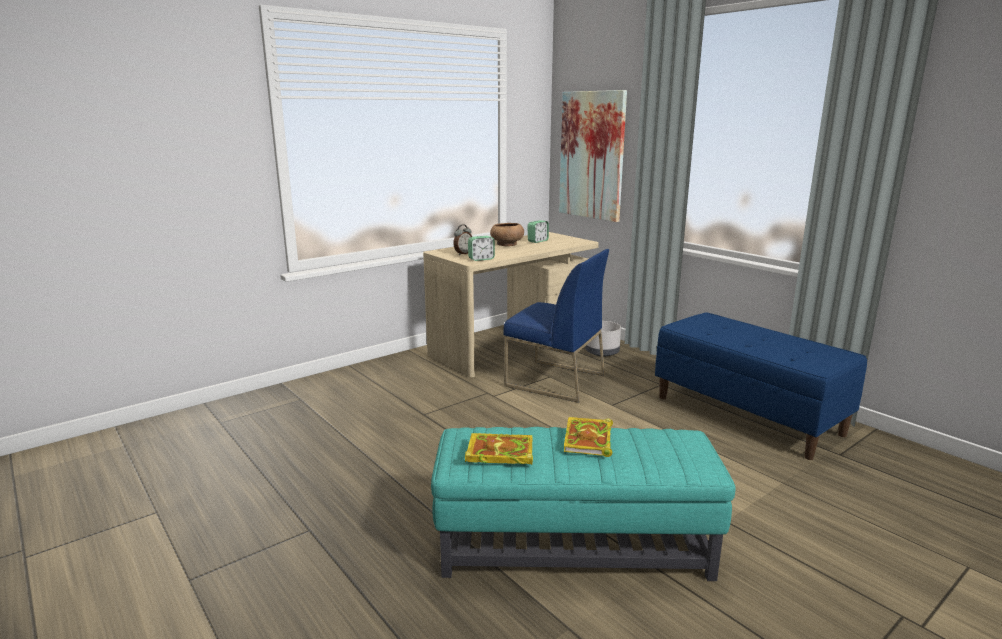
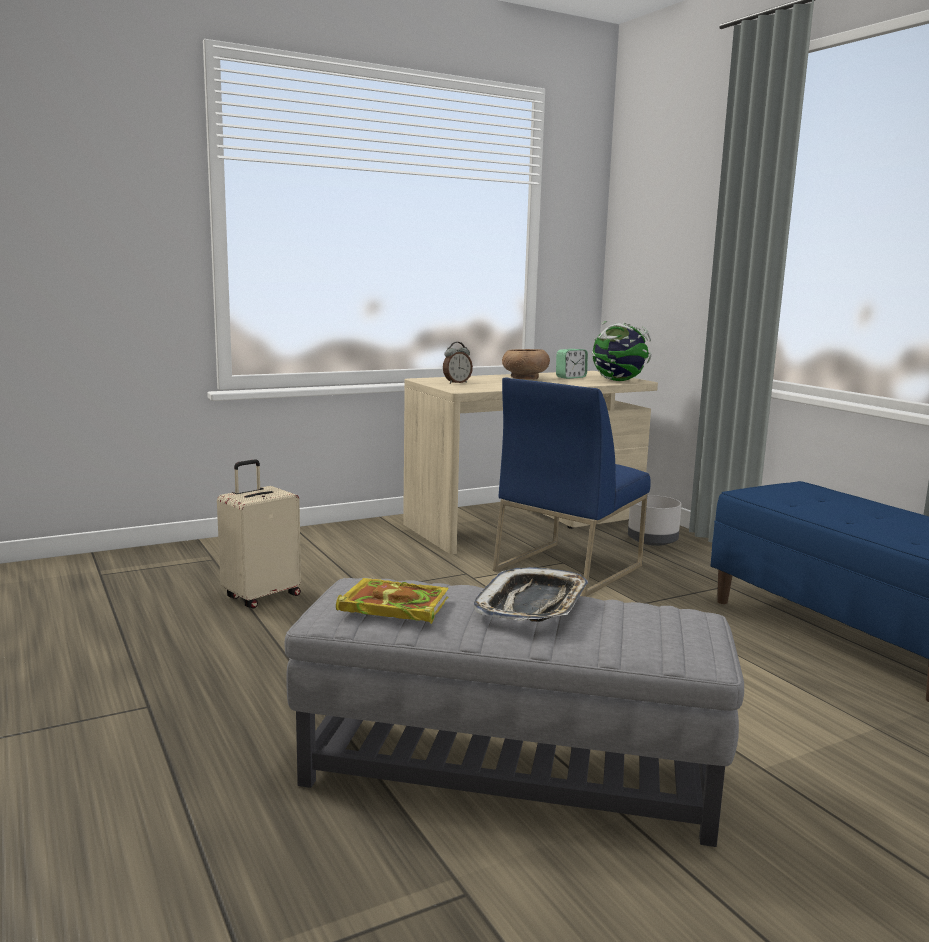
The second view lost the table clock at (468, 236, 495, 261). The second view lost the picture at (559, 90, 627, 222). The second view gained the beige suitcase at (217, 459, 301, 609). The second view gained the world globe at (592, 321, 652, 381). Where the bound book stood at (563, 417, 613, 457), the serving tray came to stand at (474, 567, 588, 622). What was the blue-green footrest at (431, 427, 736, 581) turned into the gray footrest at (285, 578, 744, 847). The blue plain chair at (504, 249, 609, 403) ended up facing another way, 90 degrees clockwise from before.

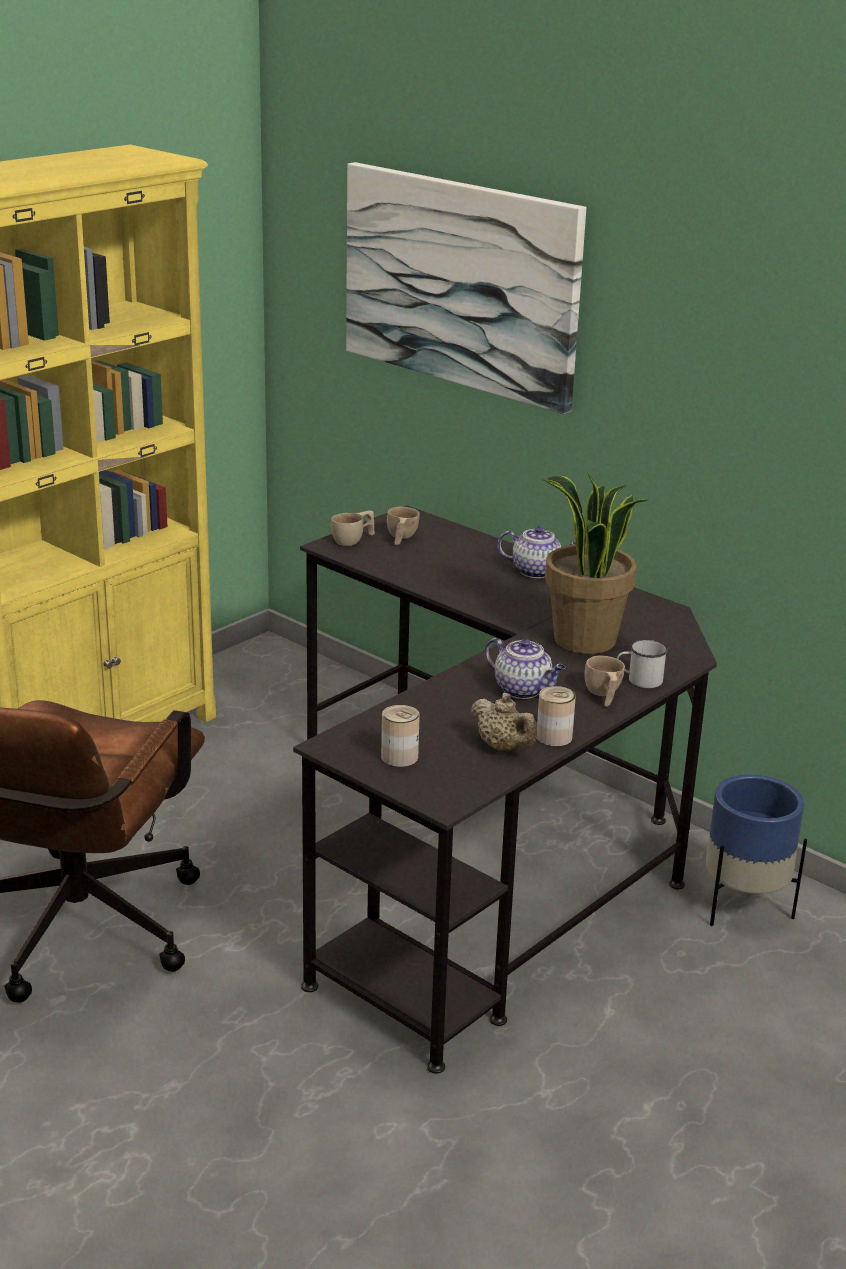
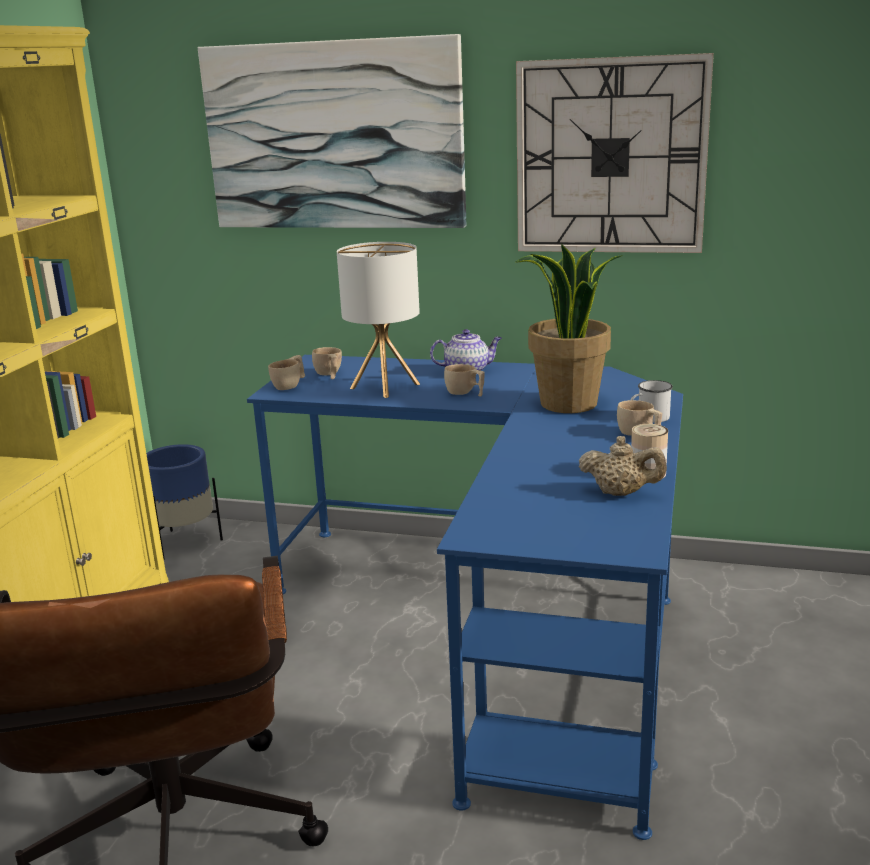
The second view lost the metal can at (381, 705, 420, 767). The second view lost the tea pot at (485, 638, 565, 699). The second view gained the table lamp at (337, 242, 420, 398). The second view gained the beige drinking cup at (444, 364, 485, 397). The second view gained the hanging clock at (516, 53, 714, 253). The blue flower pot ended up elsewhere, having gone from (706, 775, 807, 926) to (146, 444, 223, 559). What was the black-coloured desk at (293, 505, 717, 1074) turned into the blue desk at (247, 355, 683, 840).

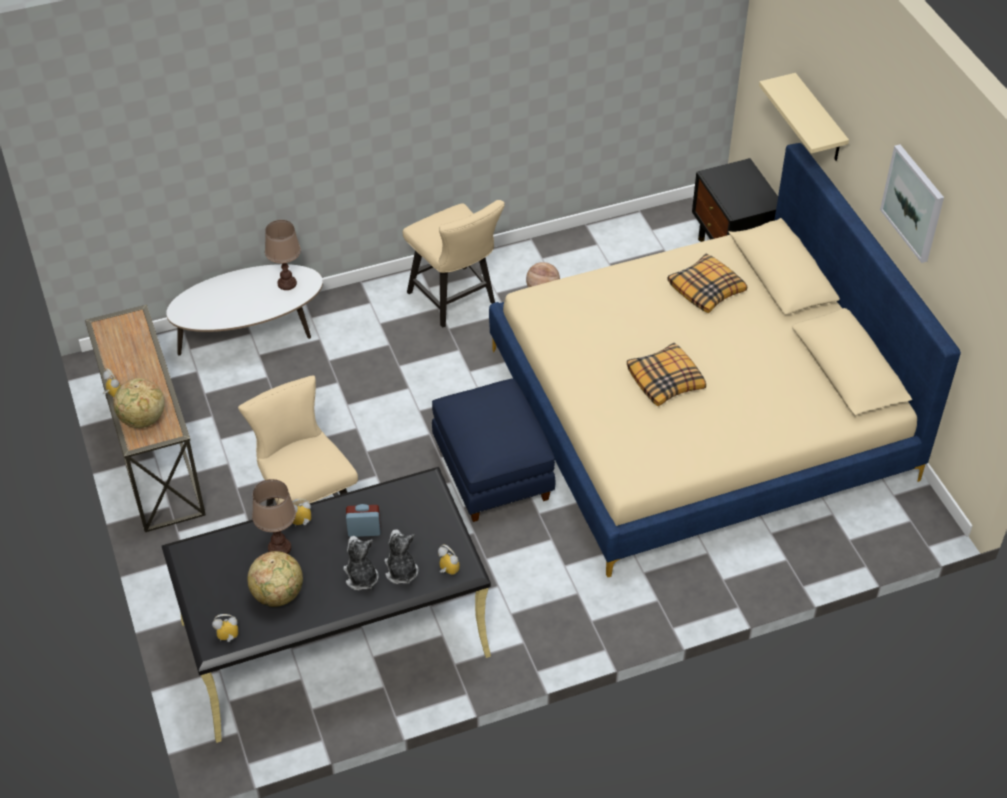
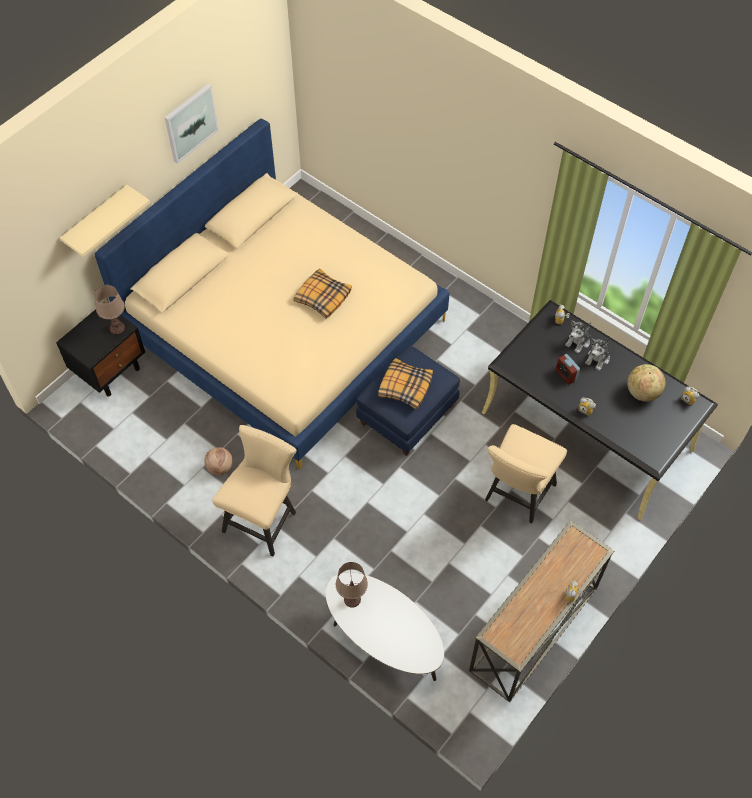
The second view lost the world globe at (113, 378, 165, 428). The brownish table lamp ended up elsewhere, having gone from (252, 479, 296, 554) to (94, 285, 125, 335). The cushion ended up elsewhere, having gone from (668, 254, 747, 313) to (378, 358, 433, 410).

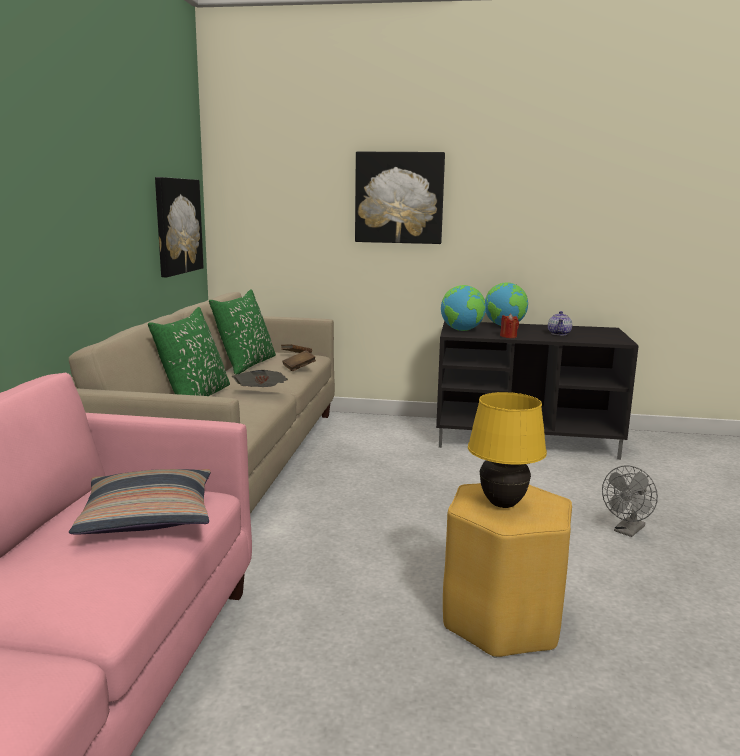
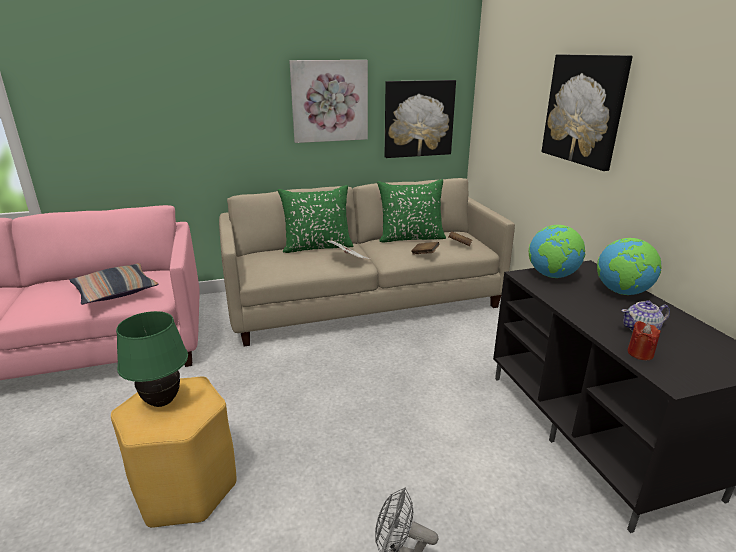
The second view gained the picture at (289, 60, 368, 143). The red wax light ended up elsewhere, having gone from (500, 314, 519, 338) to (627, 321, 661, 360). What was the yellowish table lamp at (468, 392, 547, 508) turned into the green-coloured table lamp at (116, 311, 188, 407).

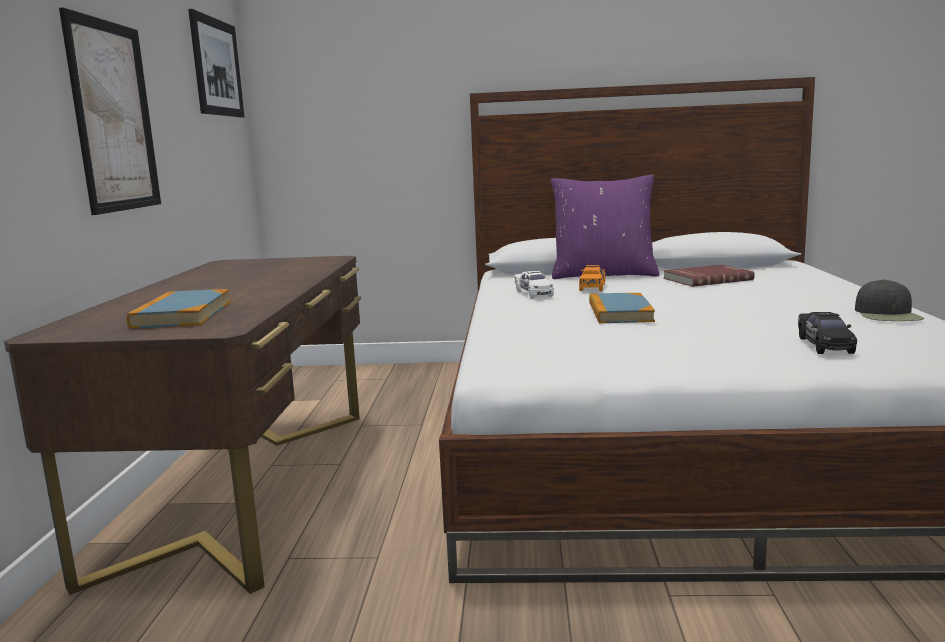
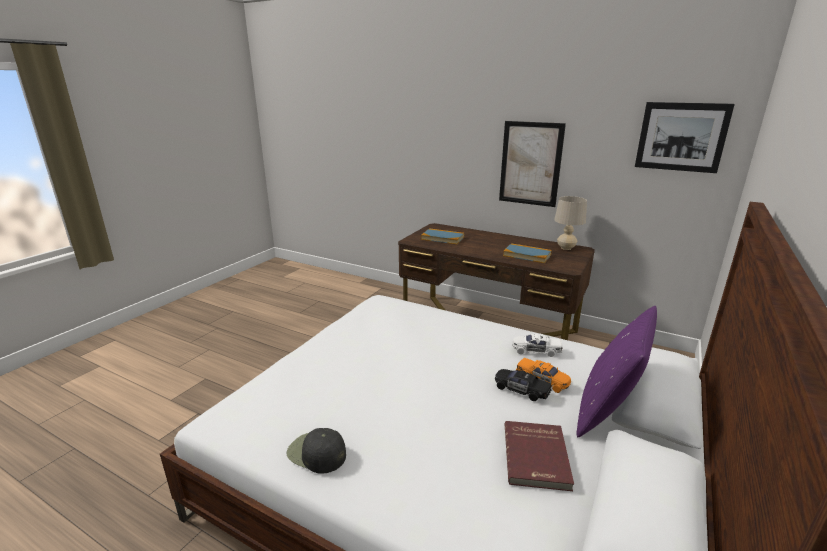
The second view gained the beige table lamp at (554, 196, 587, 250). The bound book ended up elsewhere, having gone from (589, 293, 655, 323) to (503, 243, 552, 263). The black-coloured toy car ended up elsewhere, having gone from (798, 312, 857, 354) to (495, 369, 551, 401).

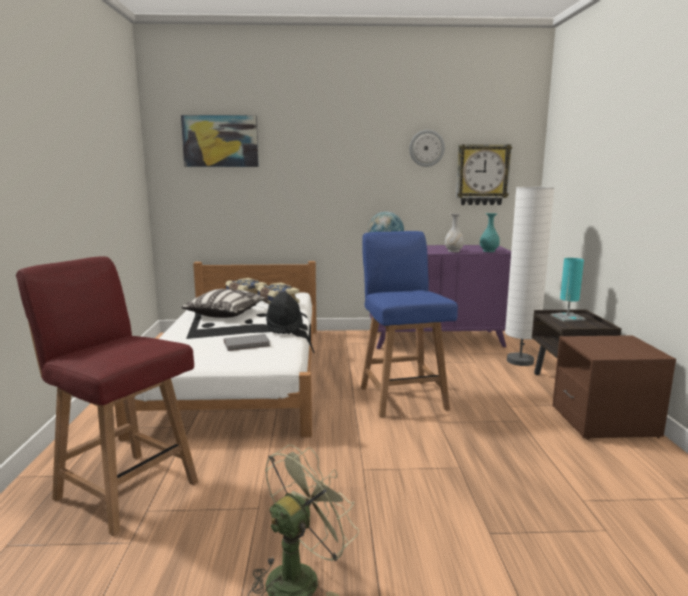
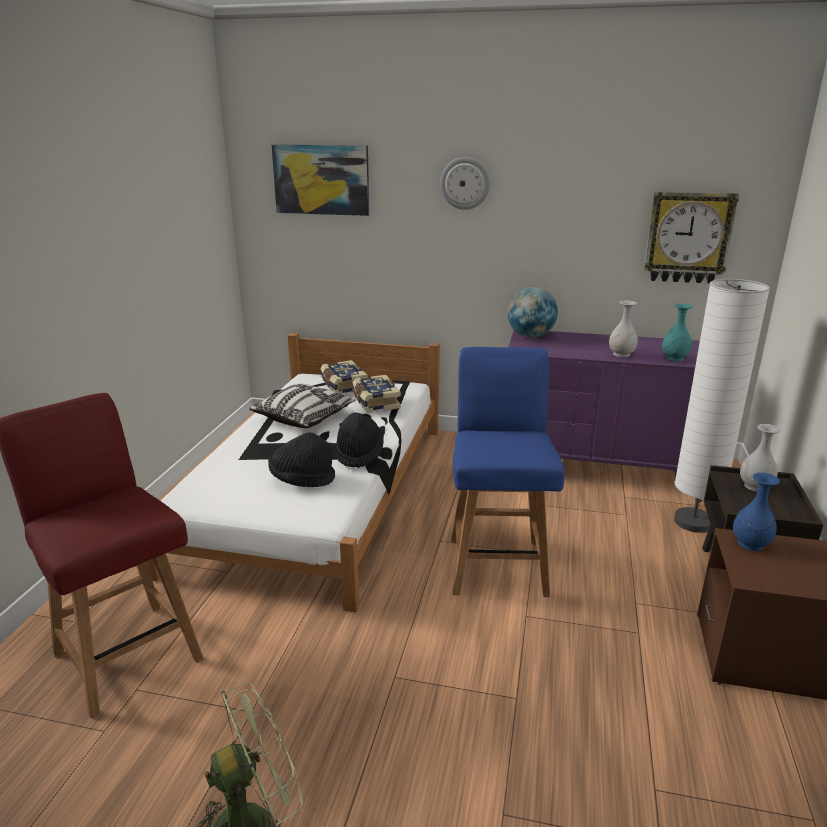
The second view gained the blue flower vase at (733, 473, 780, 551). The hanging clock ended up elsewhere, having gone from (409, 130, 445, 167) to (440, 157, 490, 210). Where the gray bound book stood at (224, 334, 270, 351), the black-coloured wearable hat came to stand at (268, 432, 335, 487). Where the blue-green table lamp stood at (551, 258, 586, 322), the whitish flower vase came to stand at (740, 424, 781, 492).

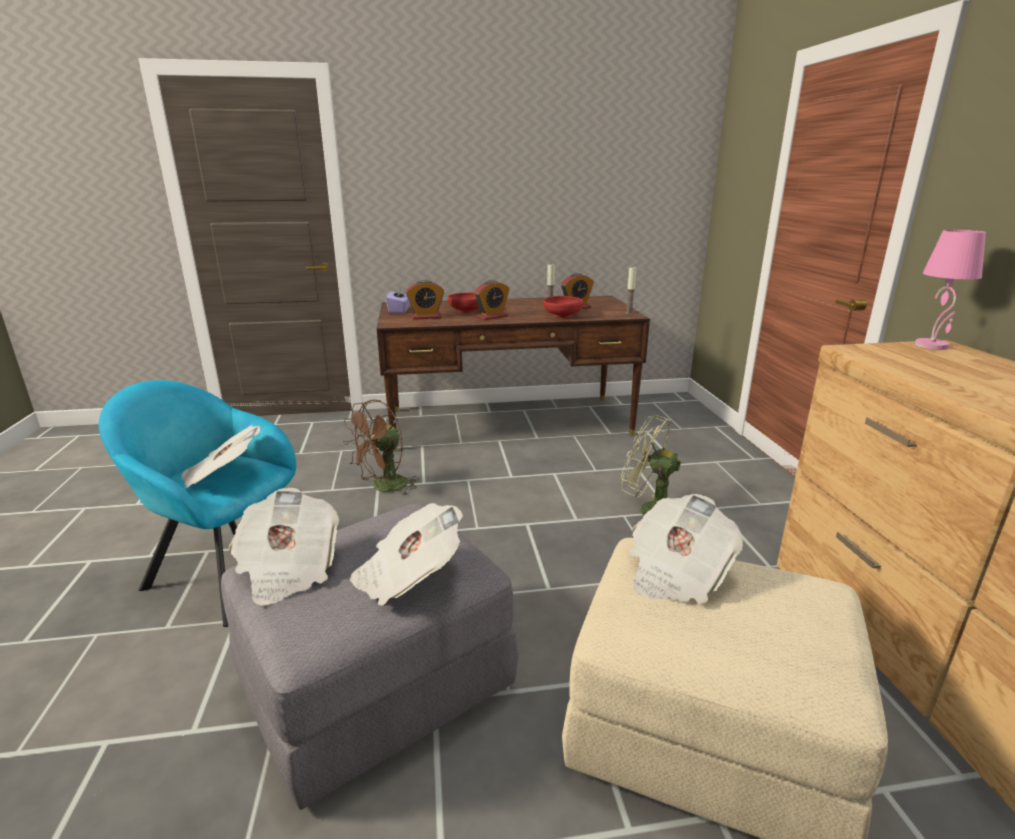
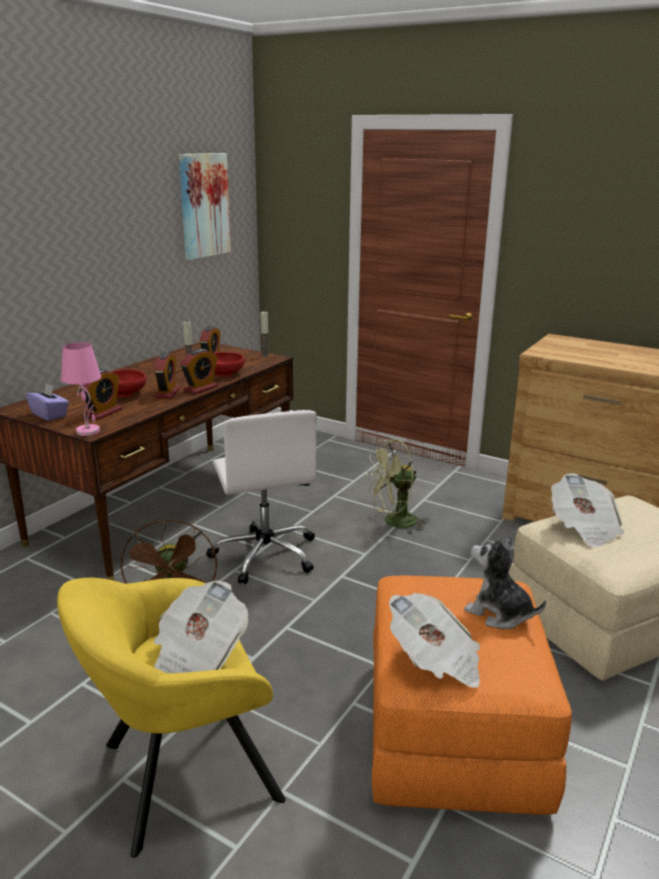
The second view gained the picture at (179, 153, 231, 260). The second view gained the table clock at (181, 349, 218, 394). The second view gained the whitish computer chair at (206, 410, 317, 584). The pinkish table lamp ended up elsewhere, having gone from (915, 230, 986, 350) to (61, 342, 101, 436). Where the daily paper stood at (350, 503, 463, 606), the soft toy came to stand at (464, 536, 546, 629). What was the blue-green armchair at (99, 380, 296, 627) turned into the yellowish armchair at (57, 578, 286, 858). What was the gray footrest at (221, 503, 519, 810) turned into the orange footrest at (372, 576, 572, 815).

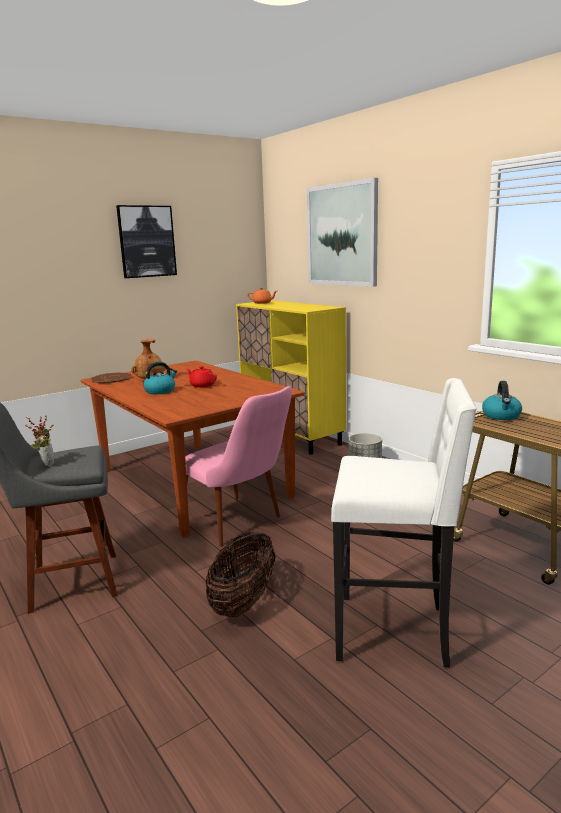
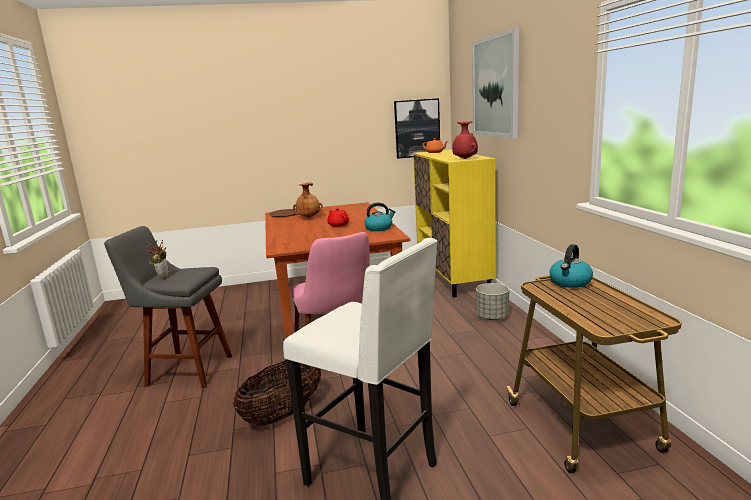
The second view gained the red flower vase at (452, 121, 478, 159). The picture ended up elsewhere, having gone from (116, 205, 177, 278) to (394, 98, 440, 159). The tea kettle ended up elsewhere, having gone from (143, 362, 177, 394) to (364, 202, 395, 231).

